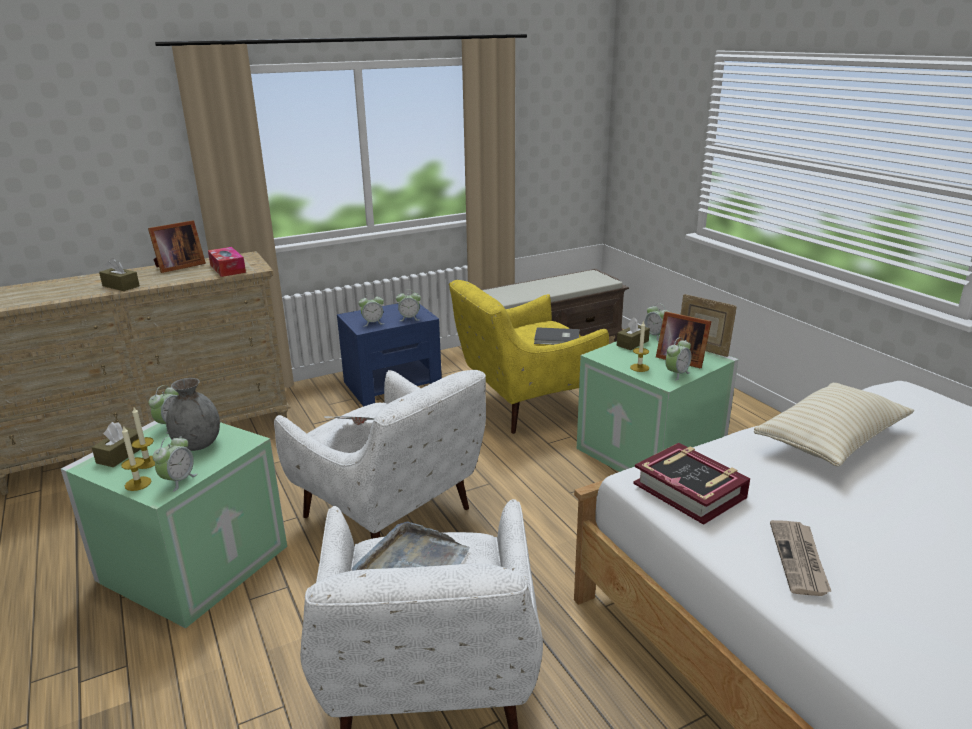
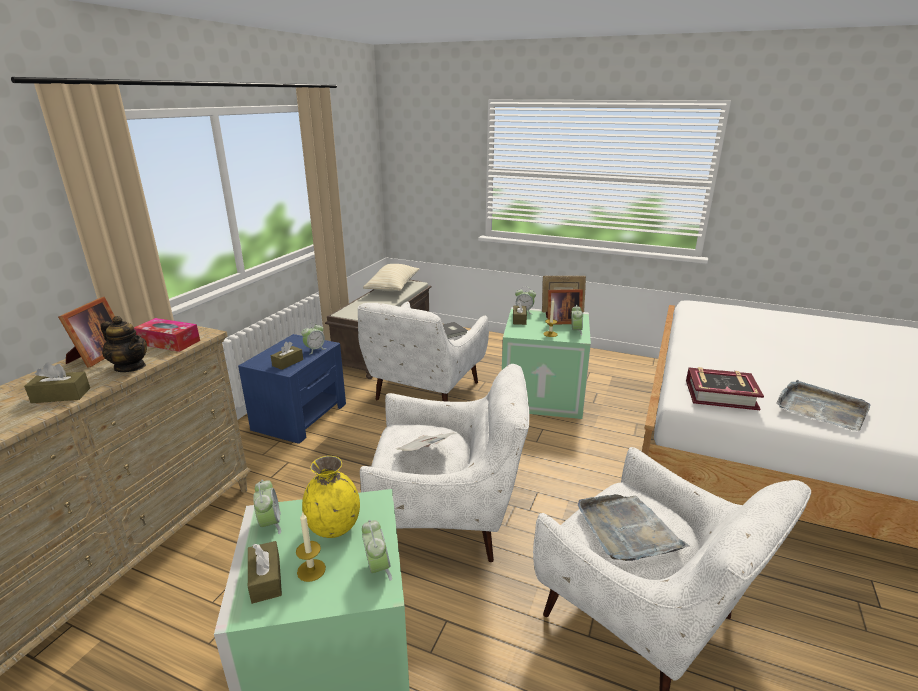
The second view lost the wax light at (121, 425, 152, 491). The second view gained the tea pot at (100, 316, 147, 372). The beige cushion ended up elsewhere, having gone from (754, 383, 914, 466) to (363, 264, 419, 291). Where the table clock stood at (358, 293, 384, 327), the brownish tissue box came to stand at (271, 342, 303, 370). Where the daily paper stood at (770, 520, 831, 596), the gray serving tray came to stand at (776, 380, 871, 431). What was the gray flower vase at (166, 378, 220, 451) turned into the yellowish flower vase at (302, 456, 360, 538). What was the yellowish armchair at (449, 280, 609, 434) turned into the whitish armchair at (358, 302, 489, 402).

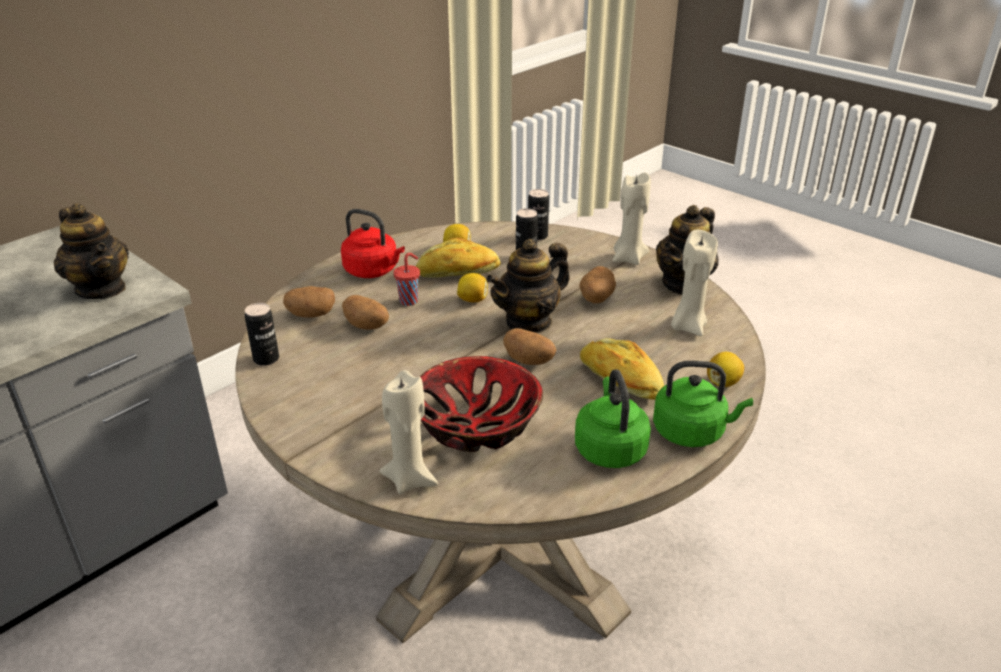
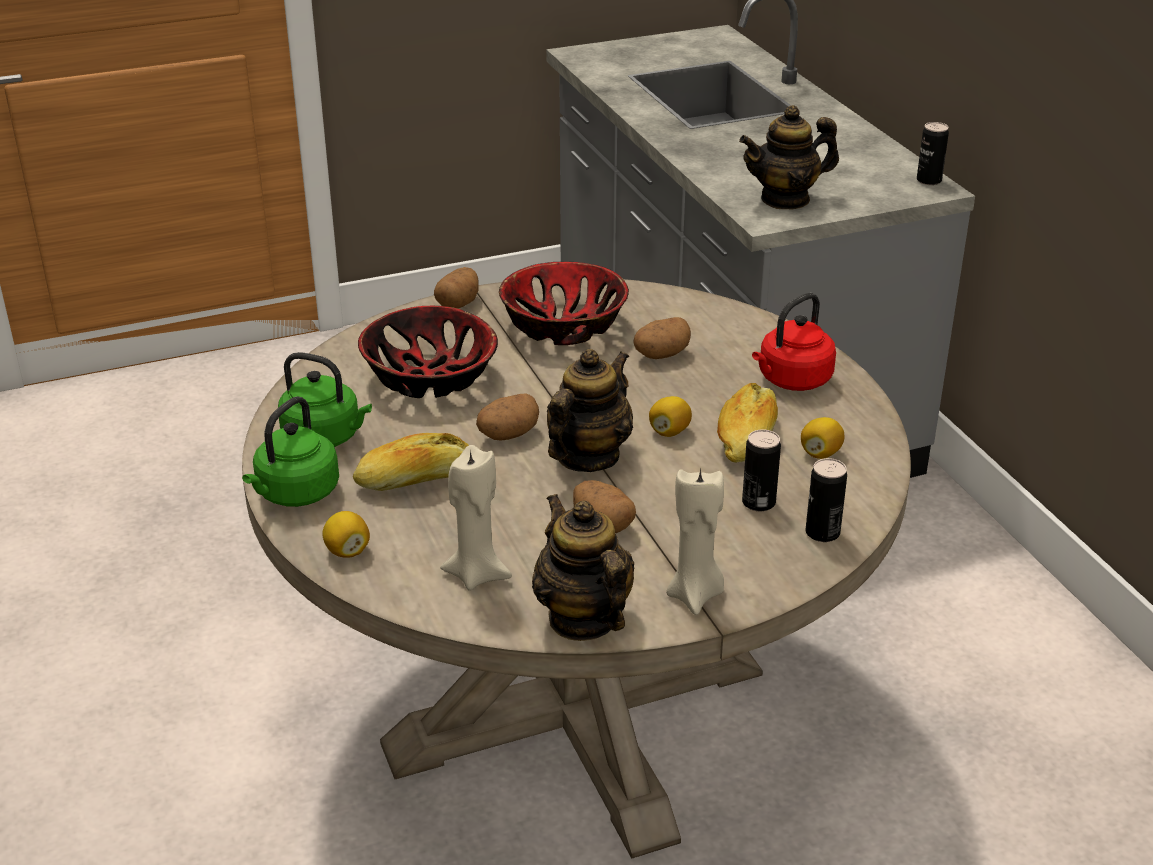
The second view lost the beige wax light at (380, 370, 438, 494). The second view lost the red drinking cup at (393, 253, 420, 306). The second view gained the deep dish at (499, 262, 629, 345). The metal can ended up elsewhere, having gone from (245, 303, 279, 366) to (917, 122, 949, 185). The whole potato ended up elsewhere, having gone from (283, 286, 335, 318) to (434, 267, 479, 308). The tea pot at (486, 239, 570, 333) ended up facing another way, 45 degrees clockwise from before.

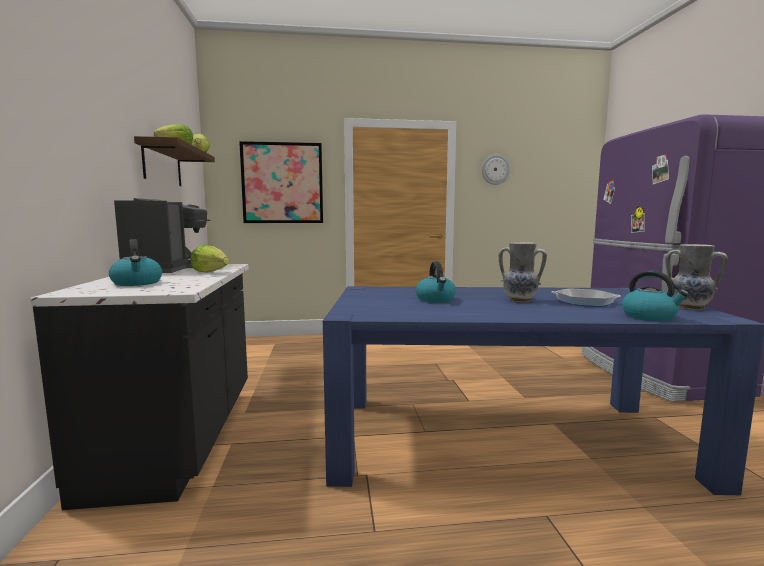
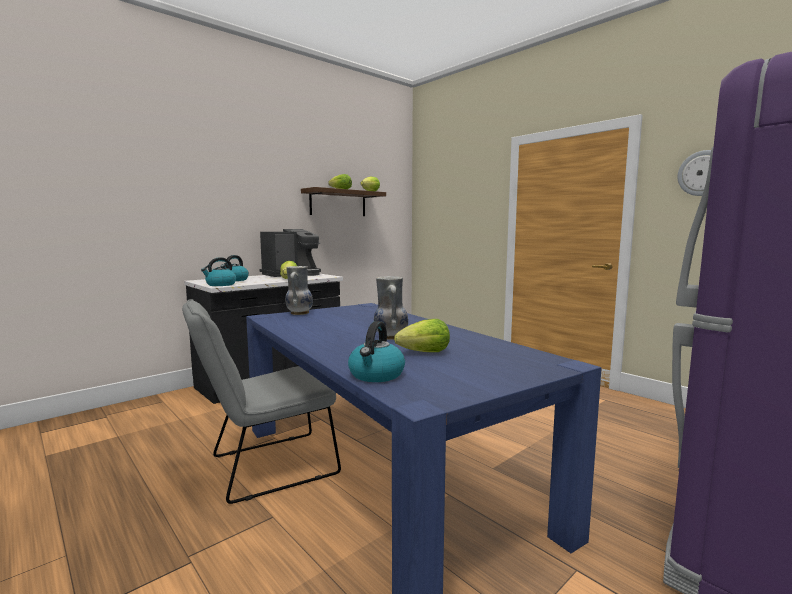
The second view lost the picture at (239, 141, 323, 223). The second view gained the gray plain chair at (182, 299, 341, 504). The tea kettle ended up elsewhere, having gone from (416, 262, 456, 302) to (201, 257, 236, 286). The flower vase ended up elsewhere, having gone from (665, 244, 728, 310) to (285, 266, 313, 315). Where the pan stood at (552, 288, 621, 307), the lettuce head came to stand at (394, 319, 450, 352).

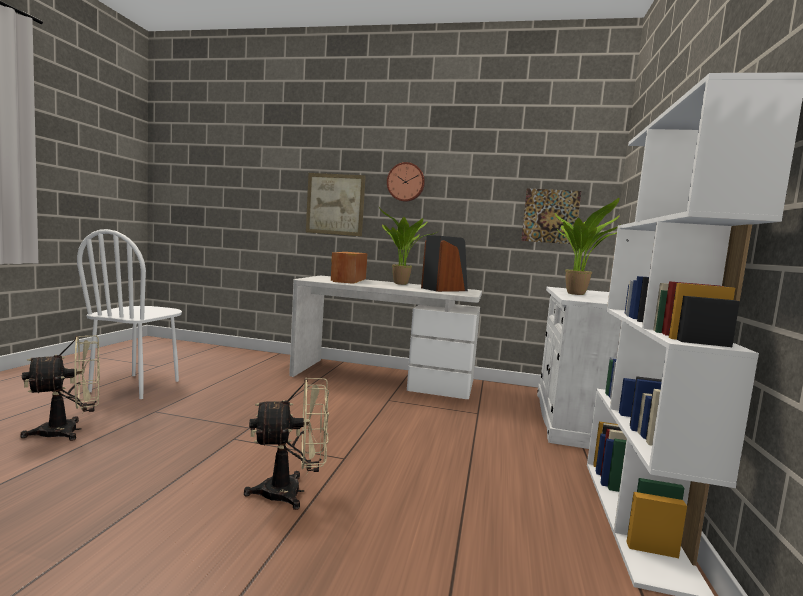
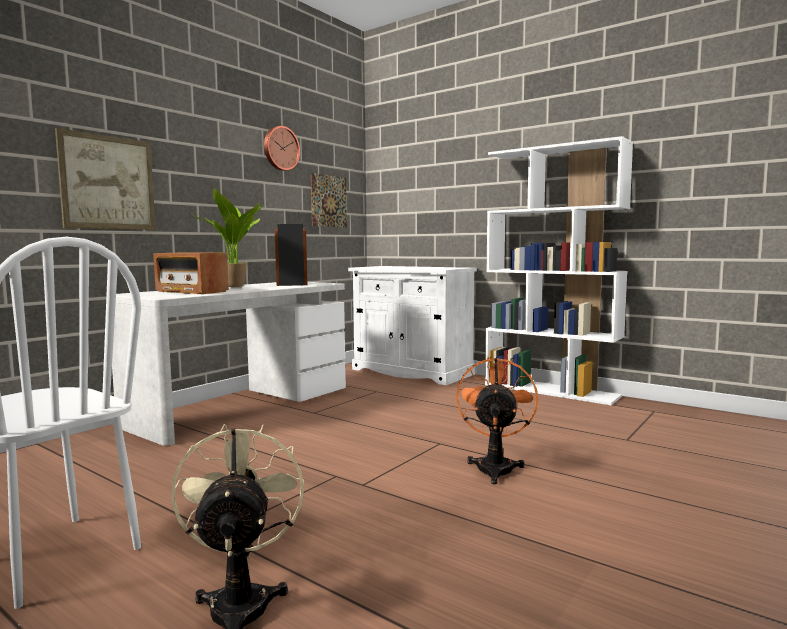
The second view lost the plant in a pot at (555, 198, 621, 295). The hanging clock ended up elsewhere, having gone from (387, 162, 425, 202) to (264, 126, 300, 171). What was the beige cooling fan at (244, 378, 329, 510) turned into the orange cooling fan at (456, 357, 538, 484).

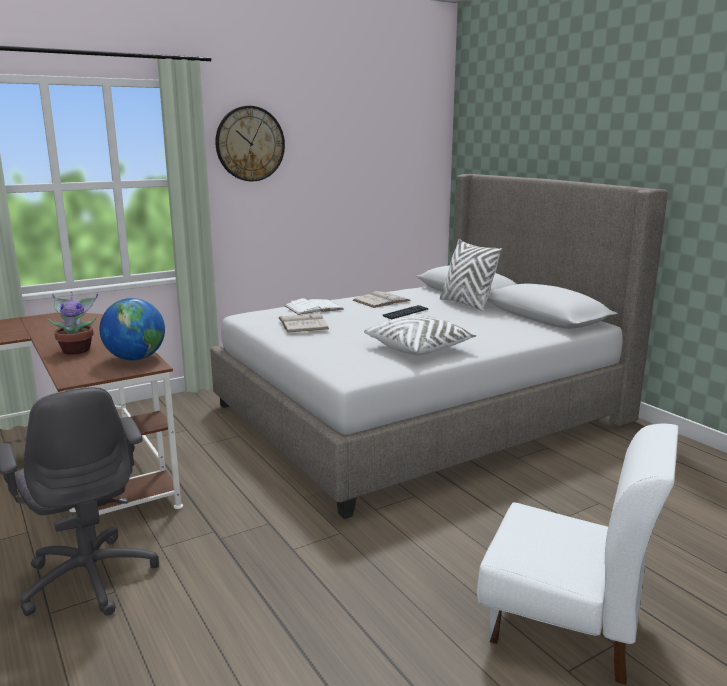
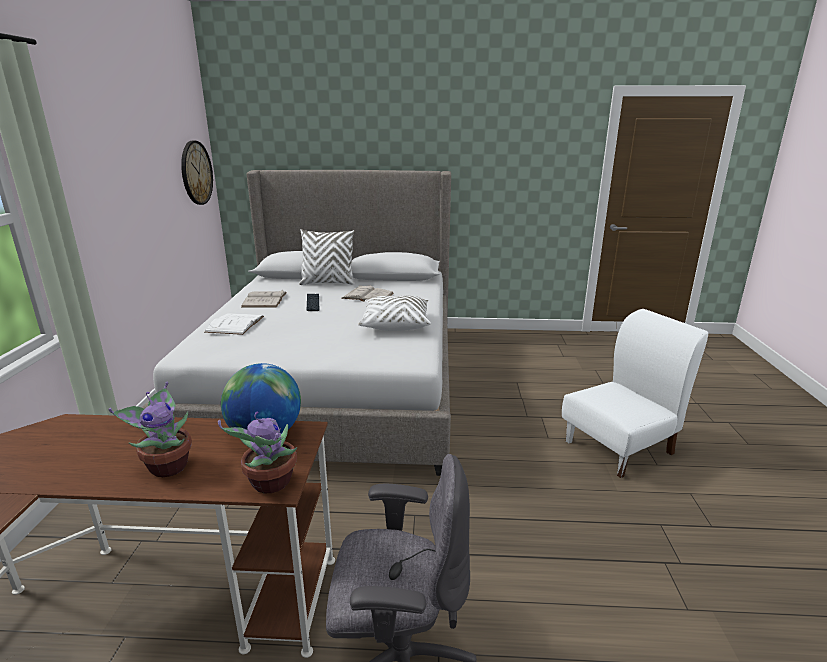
The second view gained the plant in a pot at (218, 411, 297, 493). The hanging clock ended up elsewhere, having gone from (215, 106, 285, 181) to (181, 141, 213, 205). The whitish bound book ended up elsewhere, having gone from (279, 311, 329, 333) to (341, 285, 394, 302).

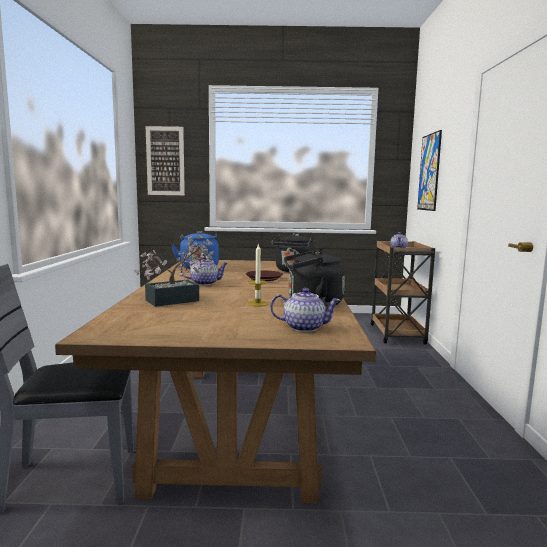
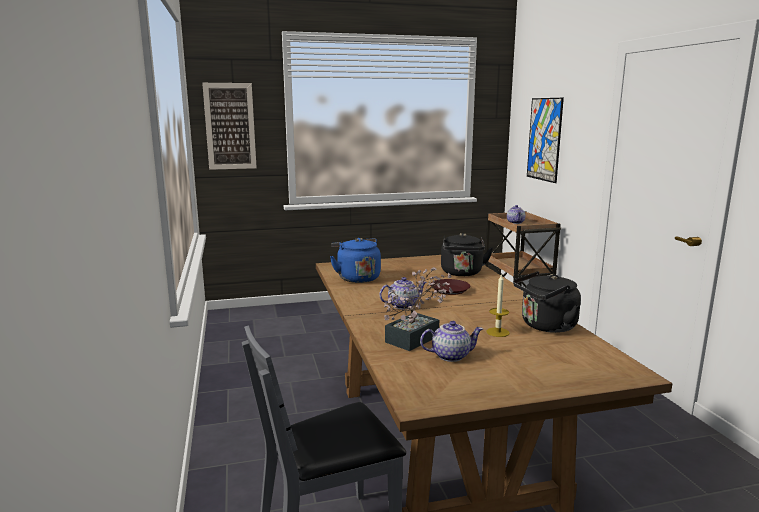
The tea pot ended up elsewhere, having gone from (270, 288, 341, 332) to (420, 321, 483, 362).

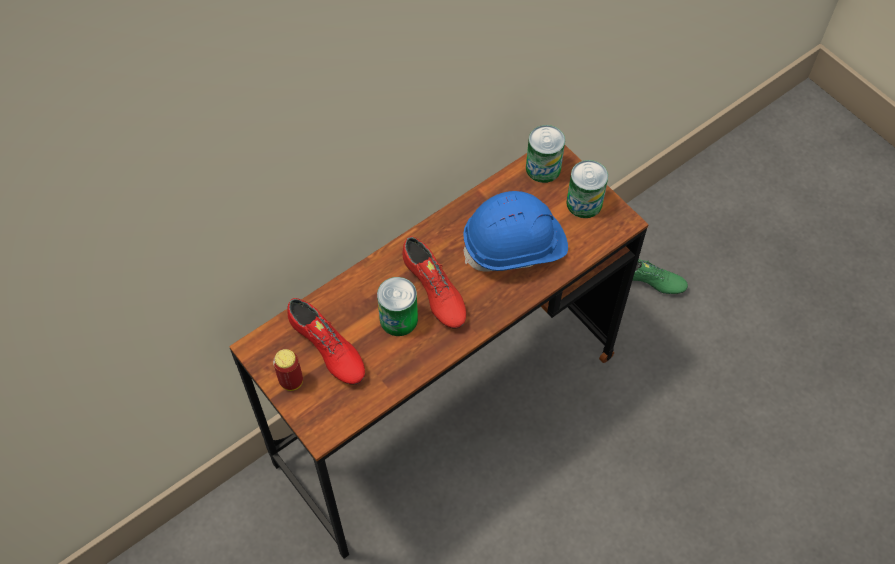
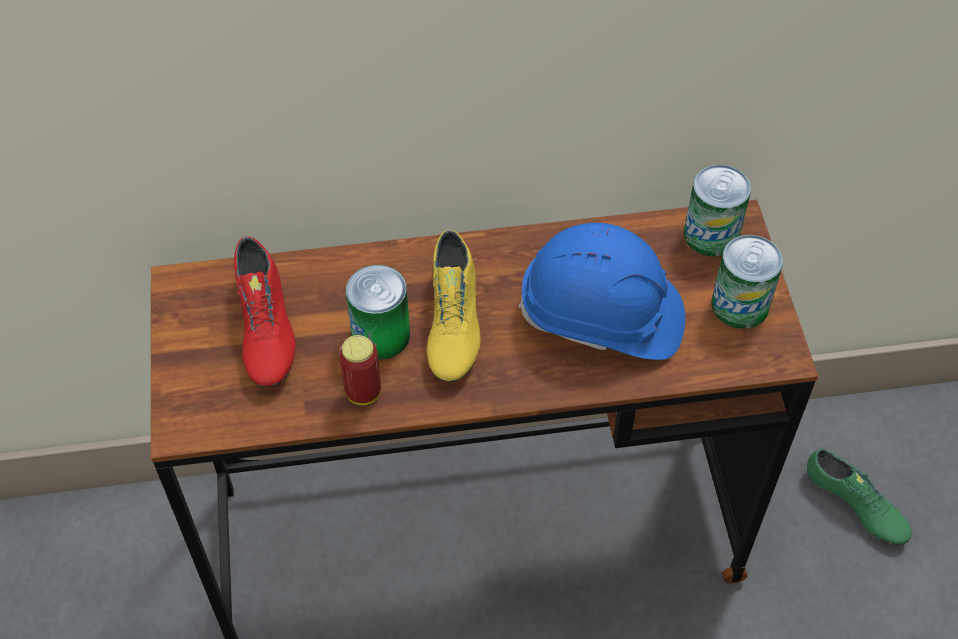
The metal can ended up elsewhere, having gone from (273, 349, 303, 391) to (339, 335, 381, 405). What was the red low shoe at (402, 237, 466, 329) turned into the yellowish low shoe at (427, 230, 481, 382).

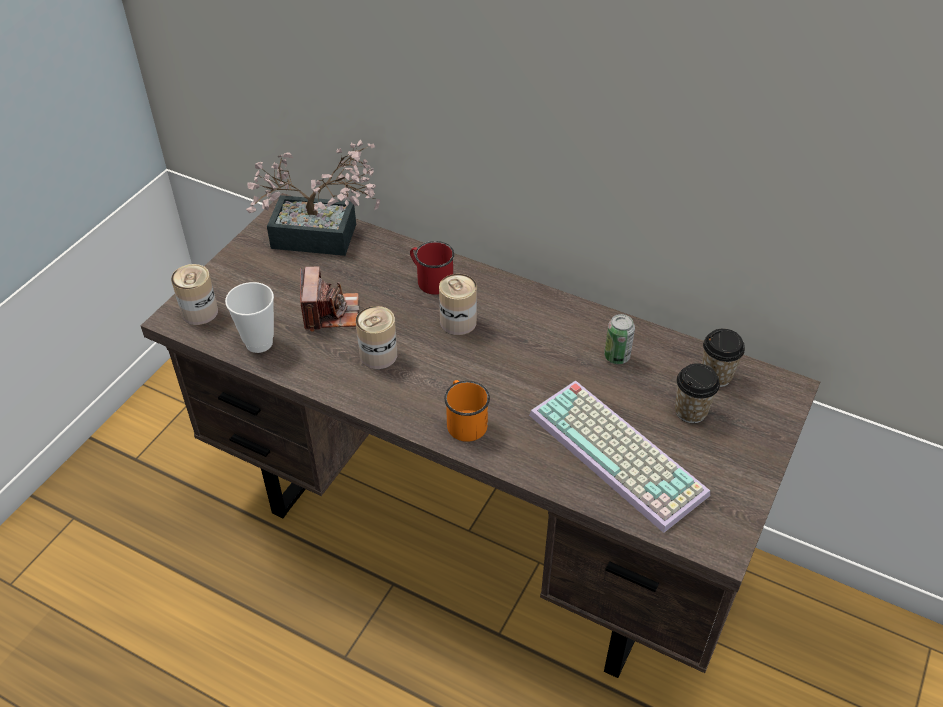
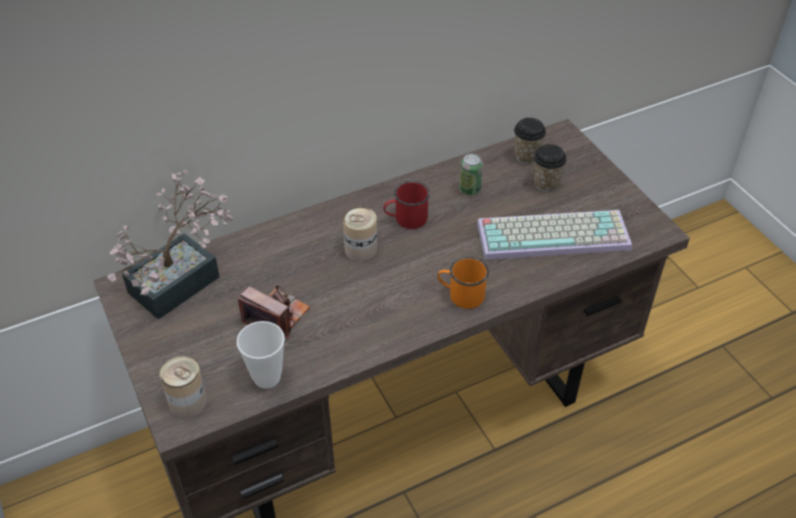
The second view lost the metal can at (356, 306, 398, 369). The red tea mug ended up elsewhere, having gone from (410, 241, 455, 295) to (383, 181, 430, 229).

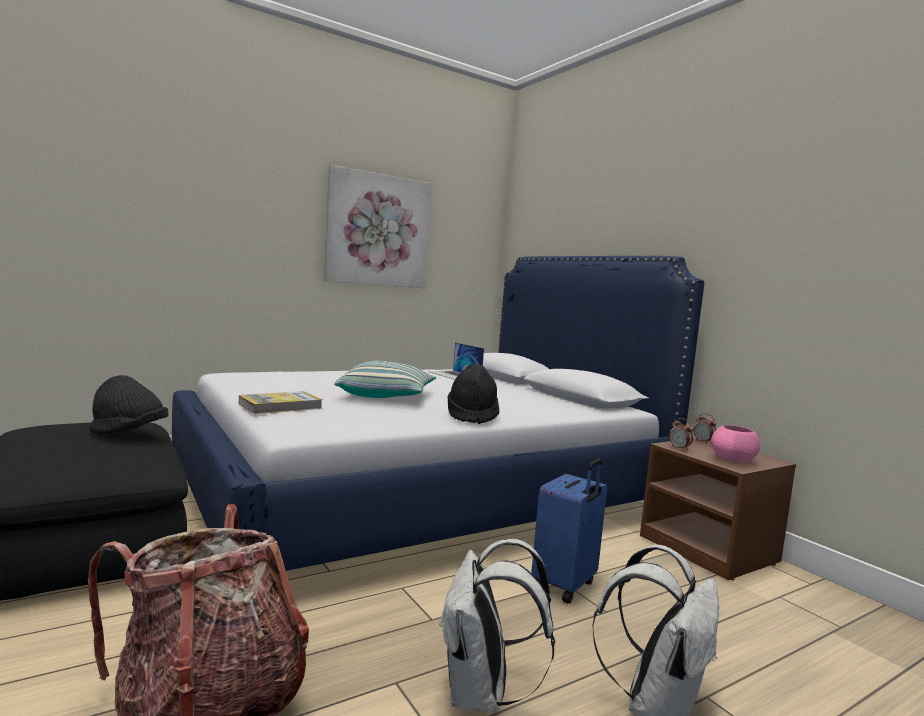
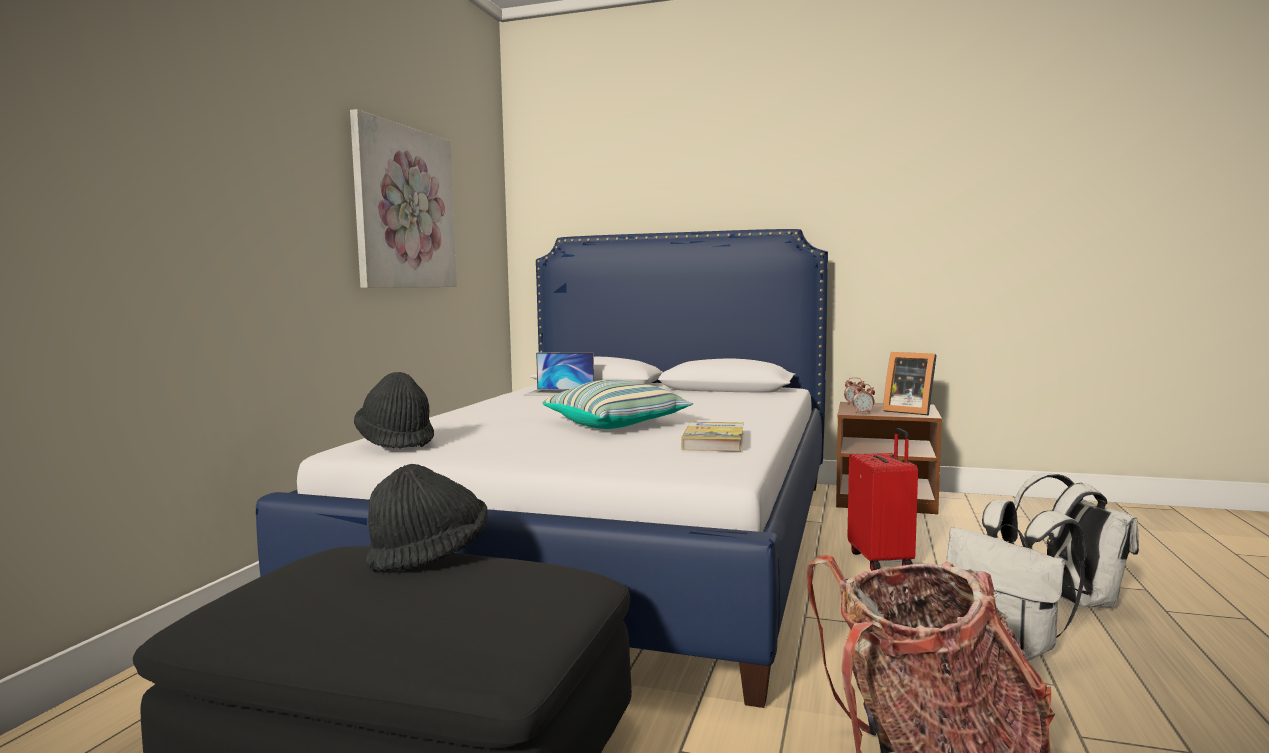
The bound book ended up elsewhere, having gone from (239, 391, 323, 414) to (681, 422, 744, 452). The black-coloured wearable hat ended up elsewhere, having gone from (448, 364, 499, 424) to (354, 372, 434, 449). Where the pinkish deep dish stood at (711, 425, 760, 462), the standing frame came to stand at (883, 352, 937, 415). What was the blue suitcase at (531, 458, 607, 604) turned into the red suitcase at (847, 428, 918, 571).

